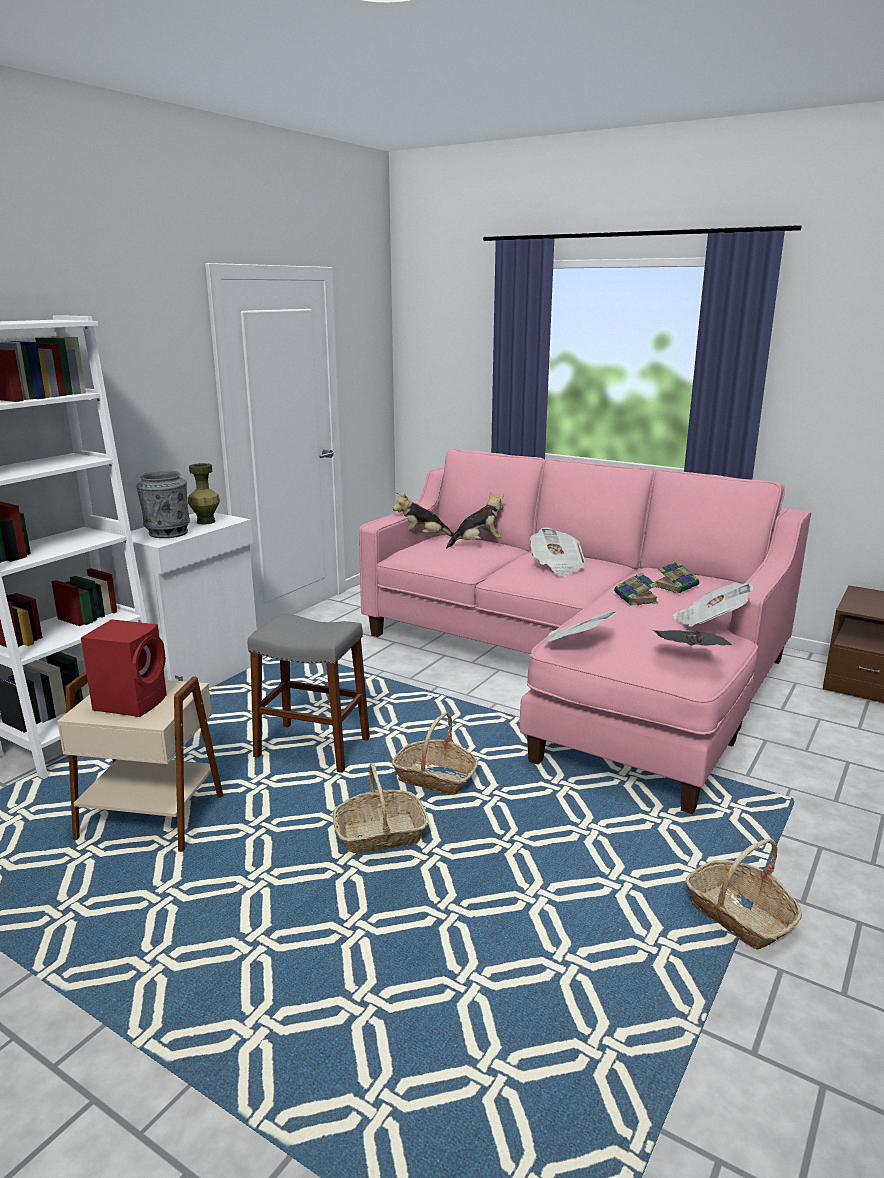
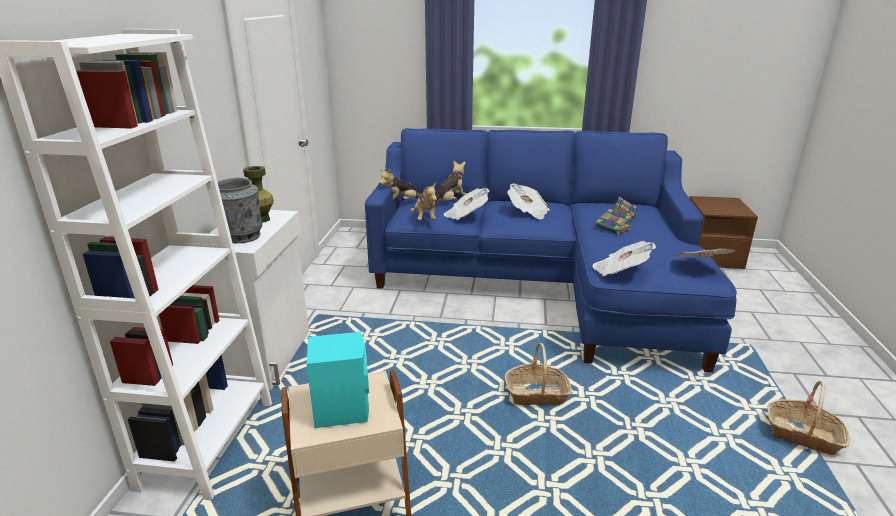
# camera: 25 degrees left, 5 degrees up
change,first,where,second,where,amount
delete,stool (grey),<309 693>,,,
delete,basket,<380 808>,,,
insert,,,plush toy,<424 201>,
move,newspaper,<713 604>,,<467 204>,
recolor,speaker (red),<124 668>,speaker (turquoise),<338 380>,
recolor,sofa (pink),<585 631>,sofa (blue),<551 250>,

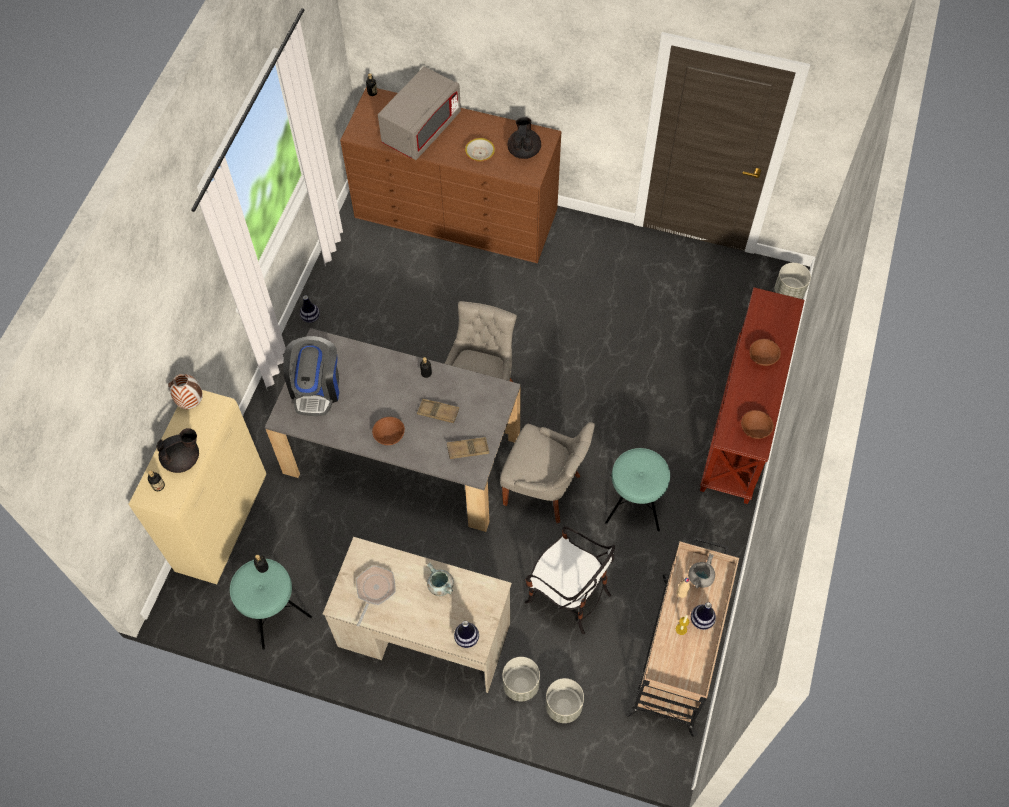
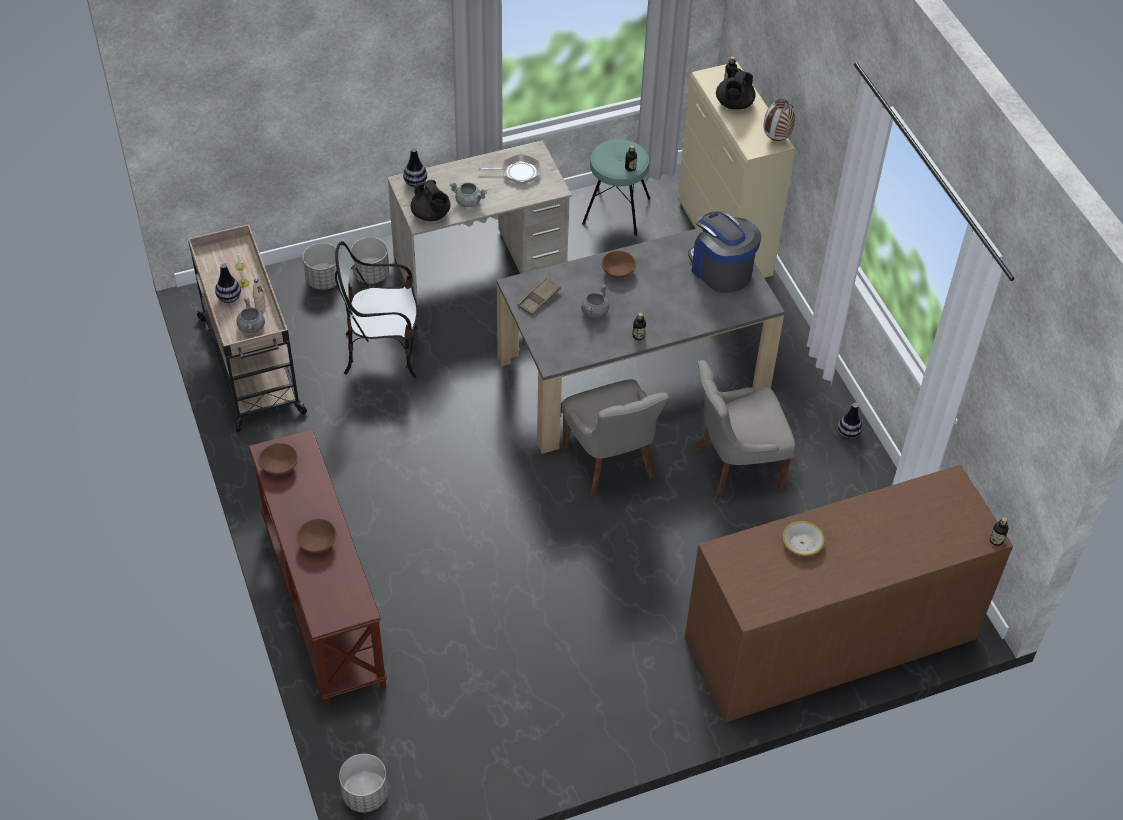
# camera: 140 degrees right, 10 degrees down
change,first,where,second,where,amount
delete,microwave (grey),<419 113>,,,
delete,stool (turquoise),<637 490>,,,
move,chair (grey),<547 472>,,<746 430>,
move,teapot (black),<524 138>,,<431 200>,
replace,tray (brown),<438 411>,cooking pot (grey),<595 301>,
rotate,frying pan,<376 595>,,<509 169>,75 degrees counterclockwise

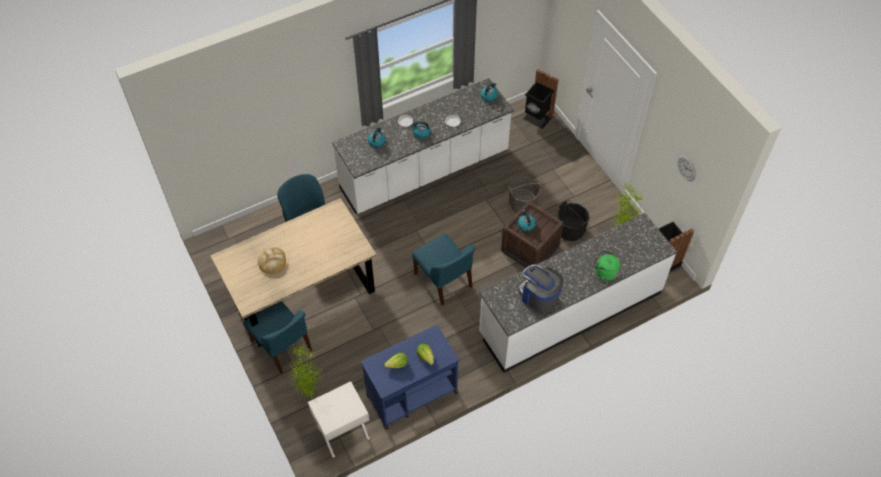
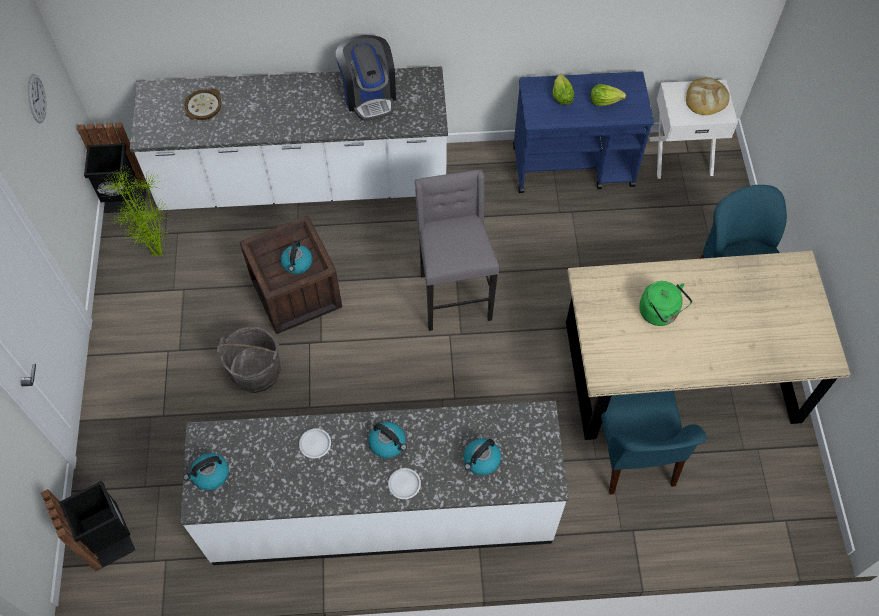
# camera: 155 degrees left, 5 degrees up
change,first,where,second,where,amount
delete,potted plant,<305 370>,,,
delete,bucket (black),<573 221>,,,
insert,,,bowl,<202 104>,
move,bread,<272 260>,,<708 96>,
move,kettle (green),<606 265>,,<665 303>,
replace,chair (blue),<444 269>,stool (grey),<457 250>,

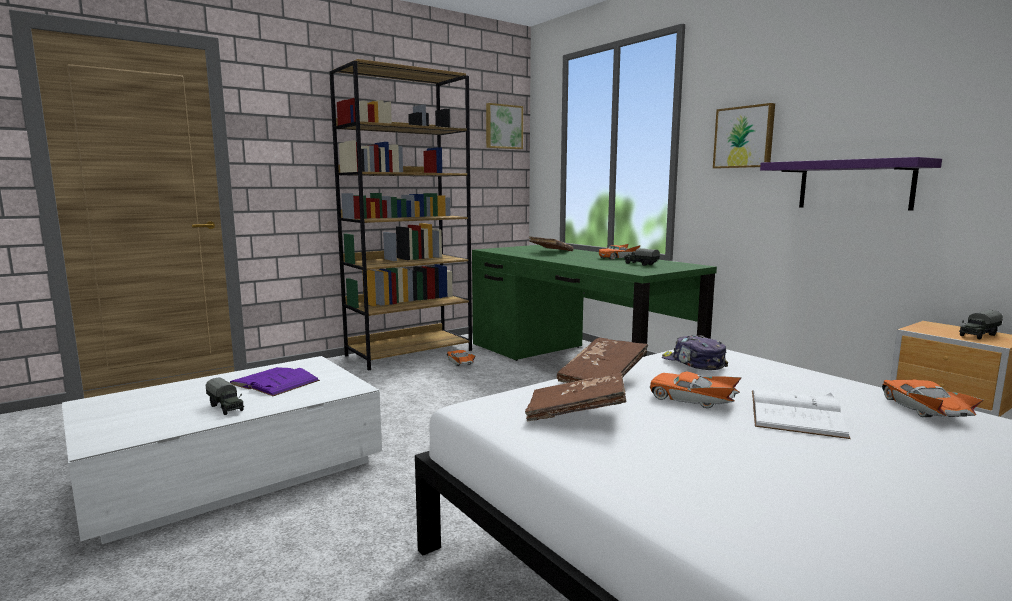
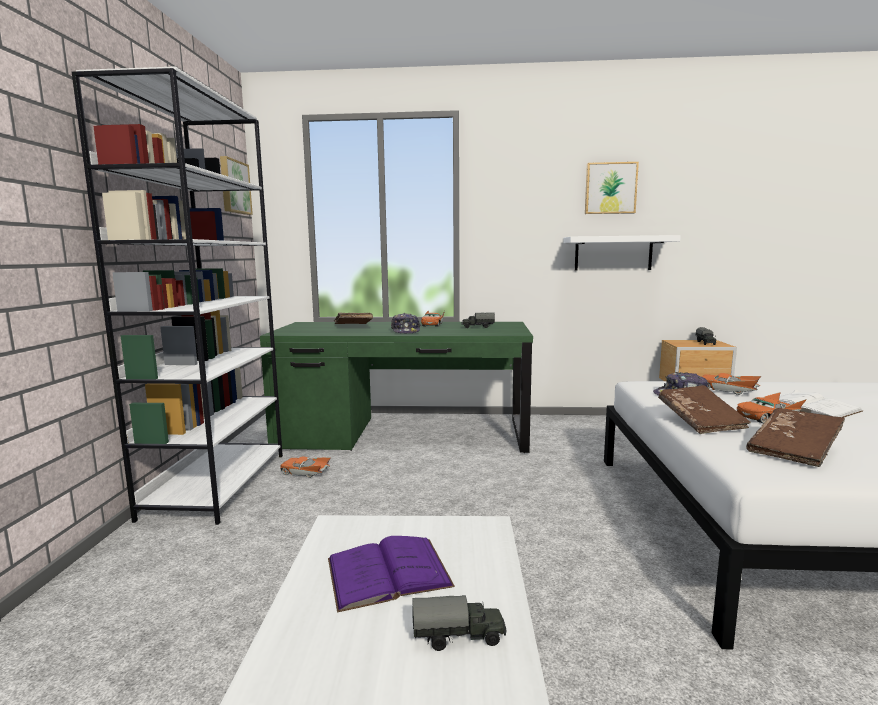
# camera: 50 degrees left, 0 degrees up
change,first,where,second,where,amount
insert,,,cap,<406 323>,
move,picture,<744 135>,,<612 188>,
move,toy car (orange),<932 398>,,<731 384>,
recolor,bookcase (brown),<400 215>,bookcase (white),<177 295>,
recolor,shelf (purple),<851 184>,shelf (white),<622 253>,

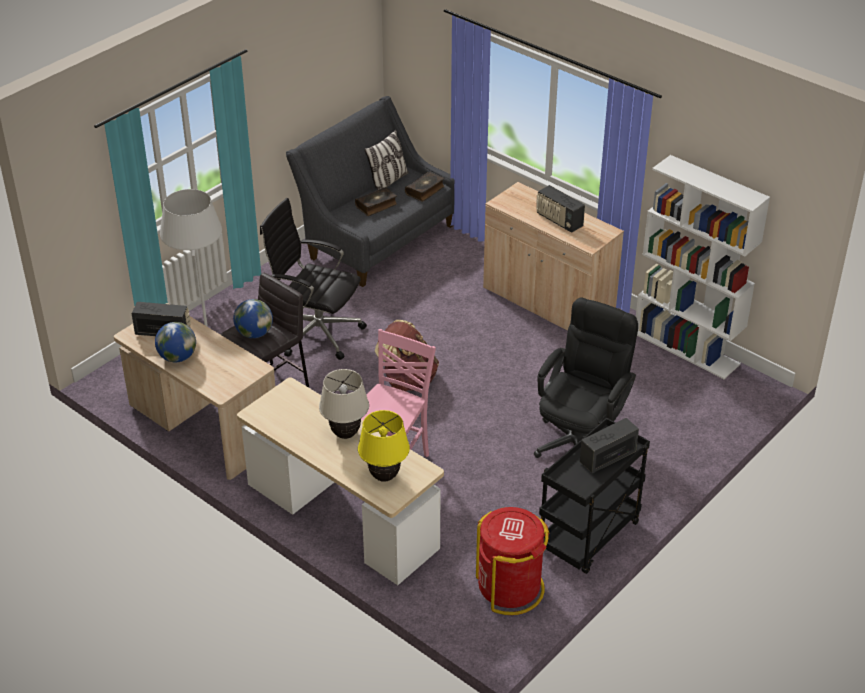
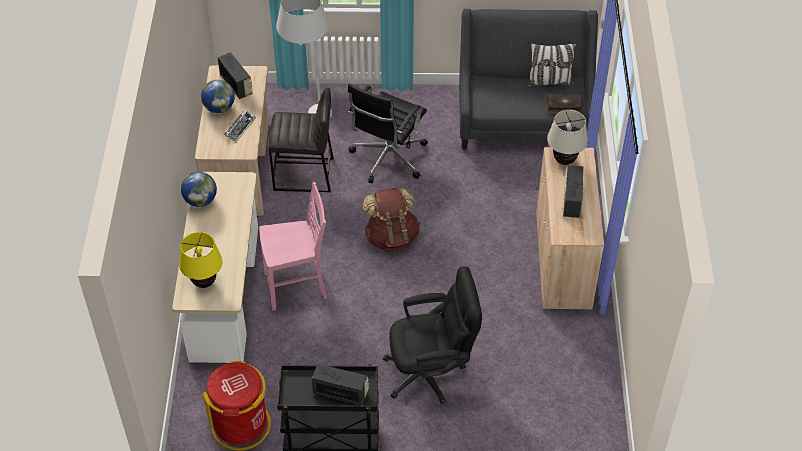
# camera: 50 degrees right, 10 degrees up
change,first,where,second,where,amount
delete,book,<376 201>,,,
delete,bookcase (white),<703 267>,,,
insert,,,keyboard,<240 125>,
move,globe,<253 318>,,<199 189>,
move,table lamp (beige),<344 404>,,<567 137>,
rotate,office chair (black),<313 279>,,<388 133>,135 degrees counterclockwise

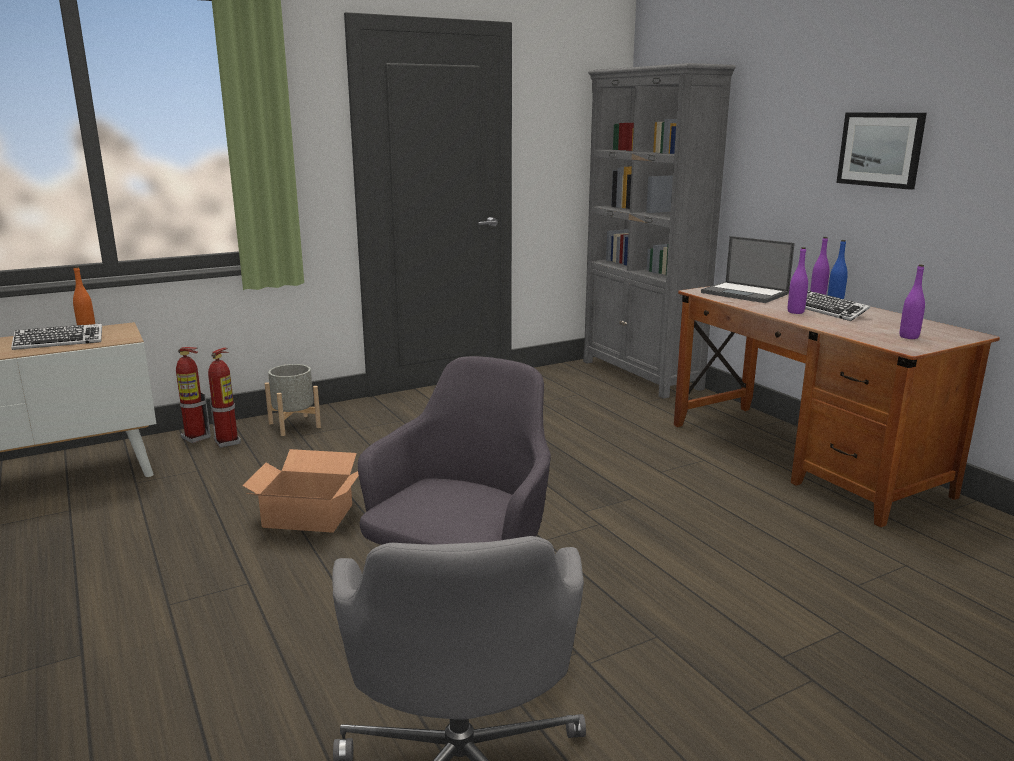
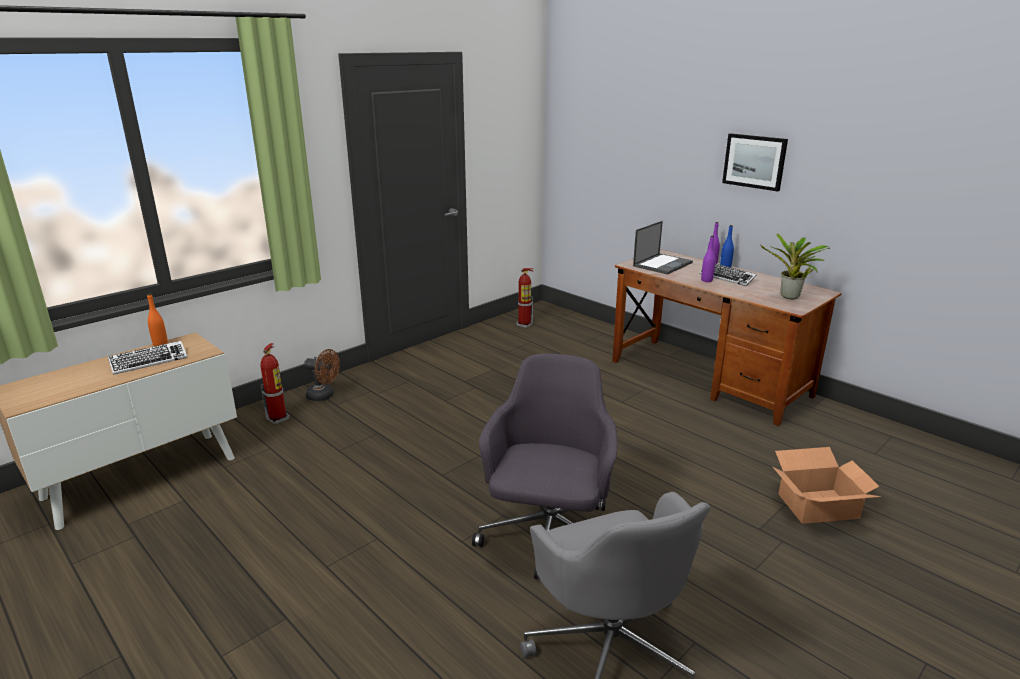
# camera: 15 degrees left, 5 degrees up
change,first,where,second,where,amount
delete,bookcase (grey),<659 231>,,,
move,fire extinguisher,<193 395>,,<525 298>,
move,cardboard box,<301 491>,,<827 485>,
replace,planter (grey),<293 400>,fan (brown),<322 375>,
replace,bottle (purple),<912 301>,potted plant,<795 266>,
rotate,laptop,<748 269>,,<663 248>,75 degrees counterclockwise

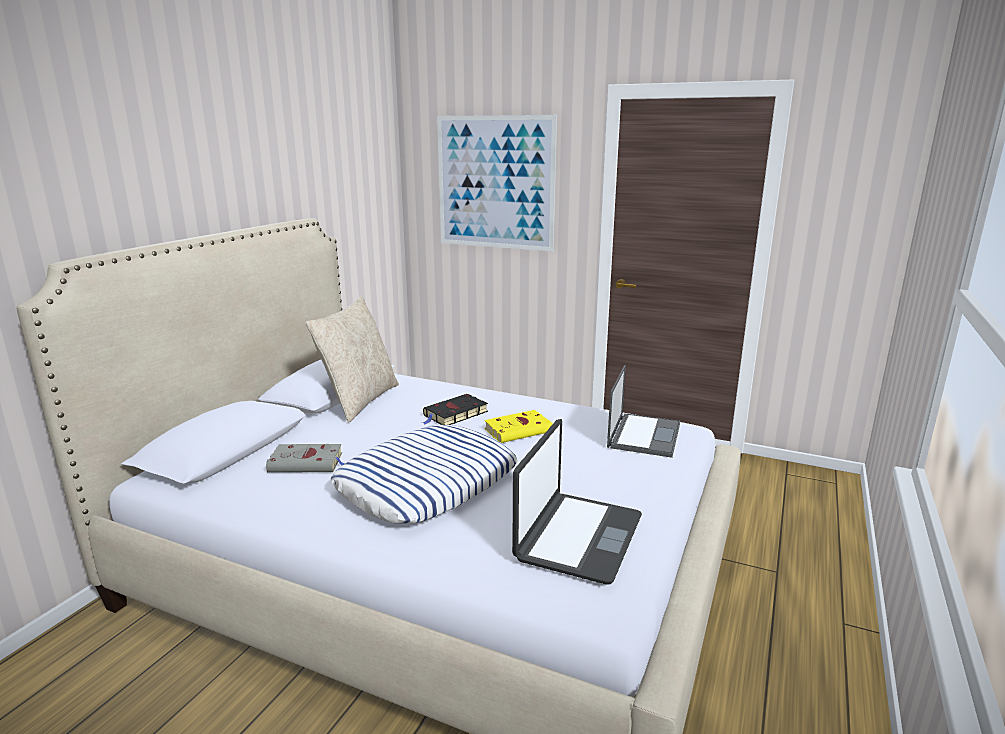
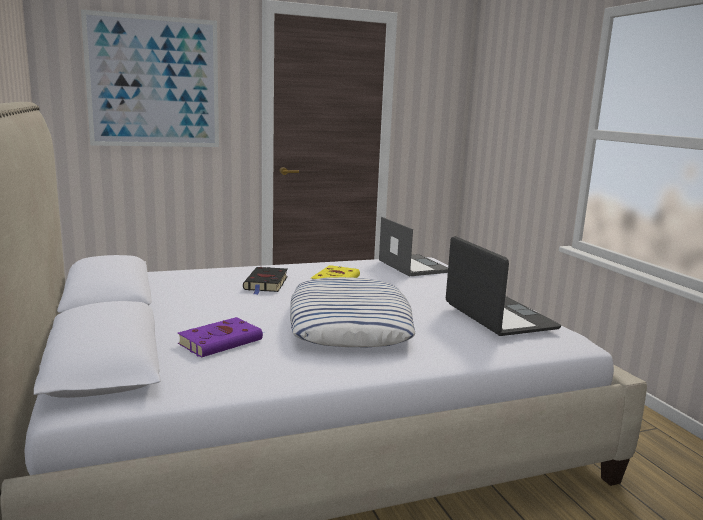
# camera: 45 degrees left, 5 degrees down
change,first,where,second,where,amount
delete,pillow (beige),<352 359>,,,
recolor,book (grey),<305 458>,book (purple),<220 337>,

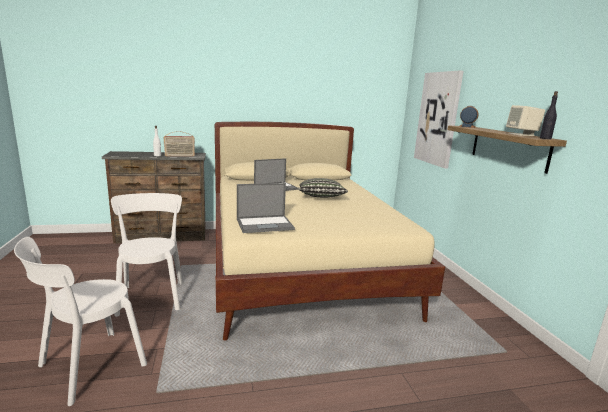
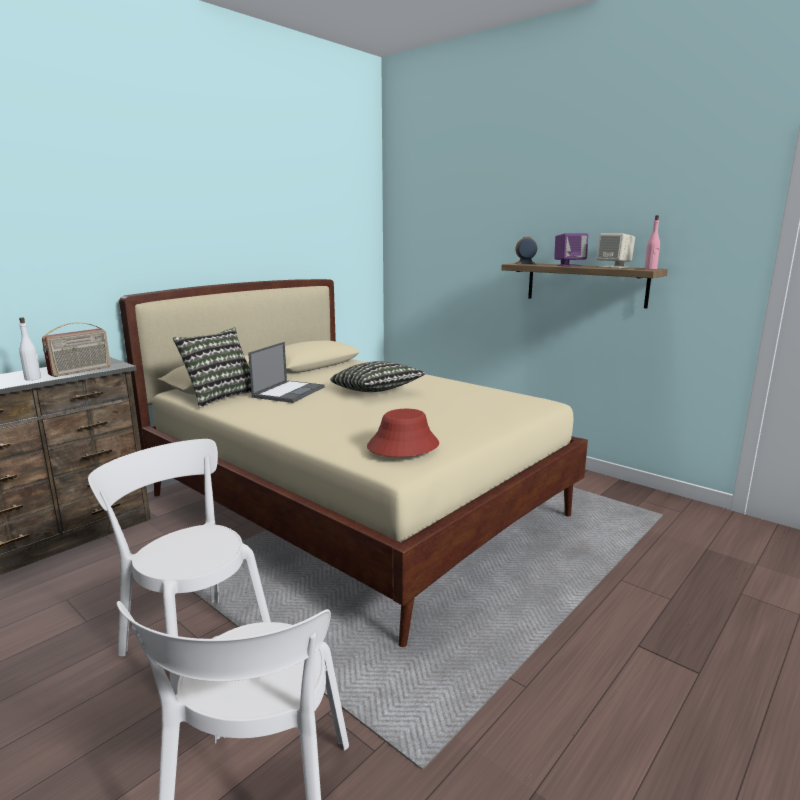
# camera: 35 degrees left, 0 degrees up
change,first,where,second,where,amount
delete,picture,<439 119>,,,
insert,,,pillow,<212 367>,
insert,,,speaker (purple),<571 249>,
replace,laptop,<266 208>,hat (red),<403 433>,
recolor,bottle (black),<549 115>,bottle (pink),<652 242>,

